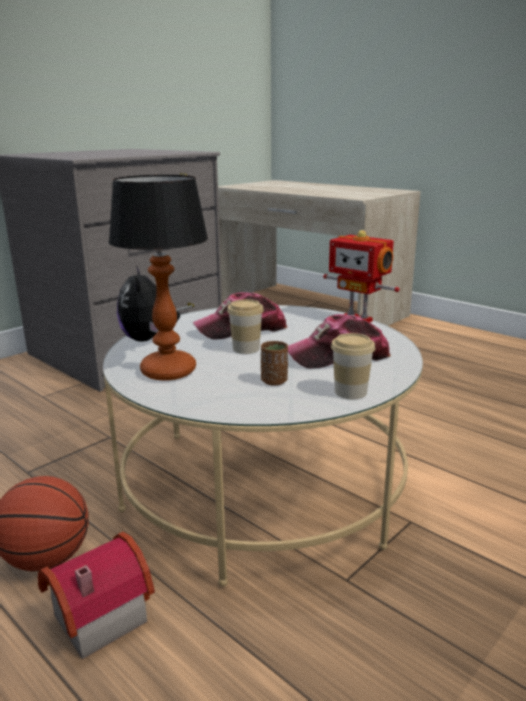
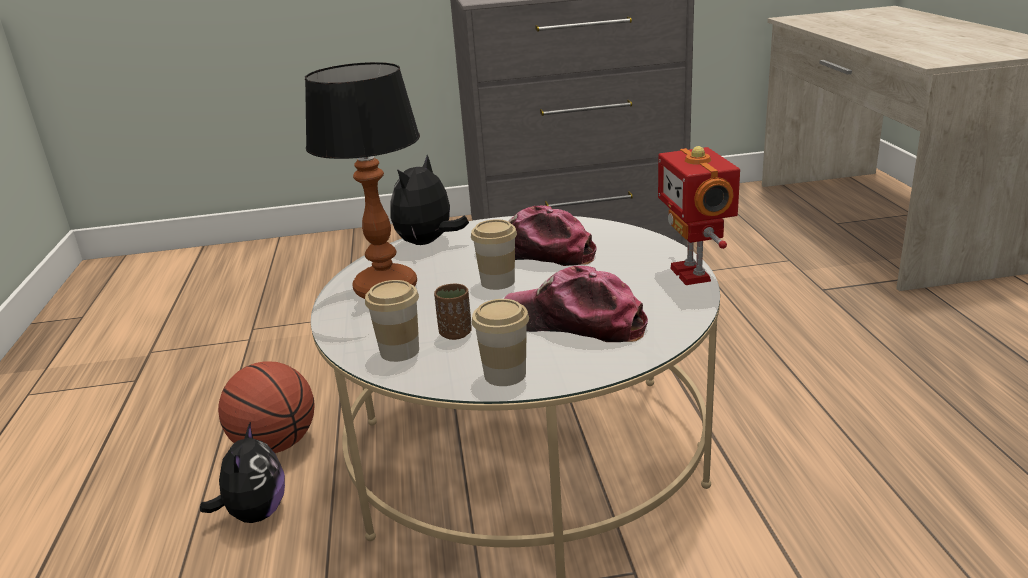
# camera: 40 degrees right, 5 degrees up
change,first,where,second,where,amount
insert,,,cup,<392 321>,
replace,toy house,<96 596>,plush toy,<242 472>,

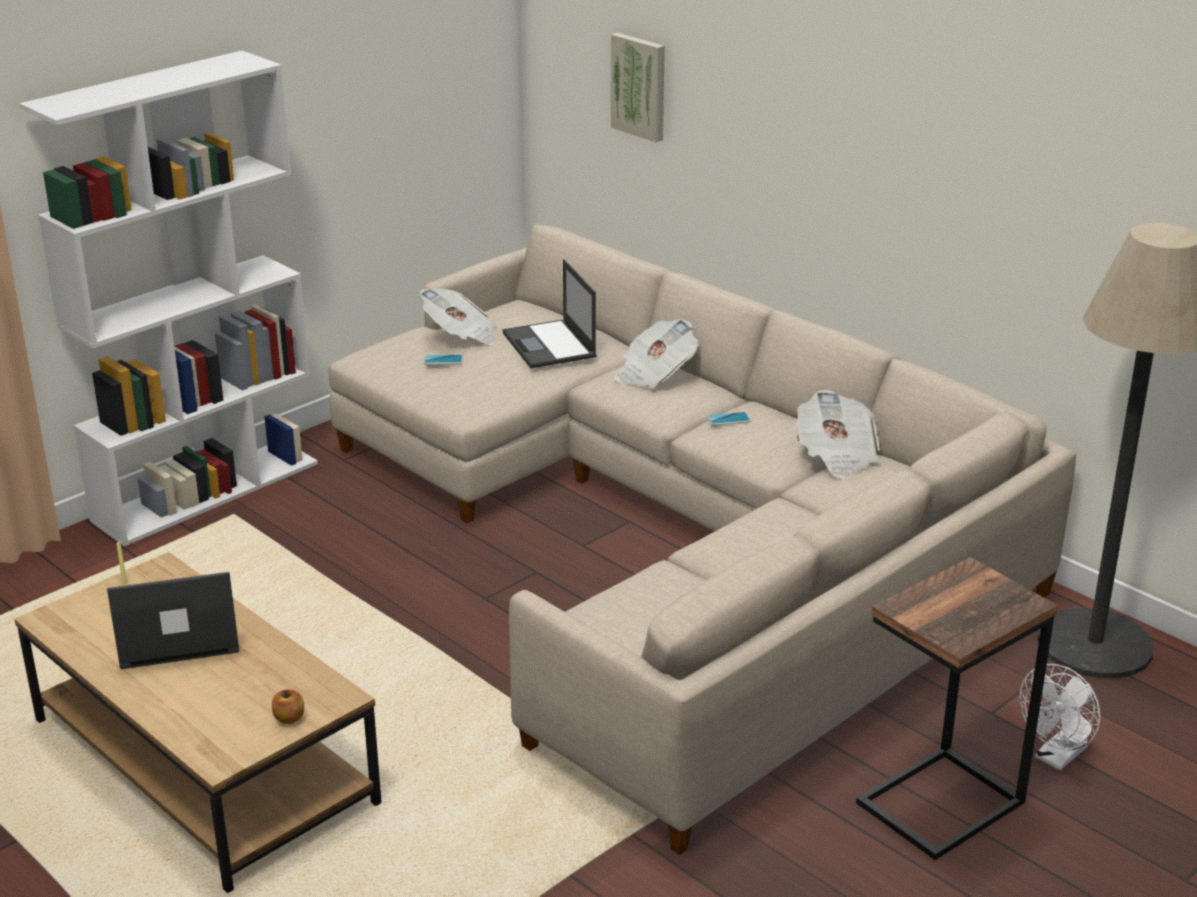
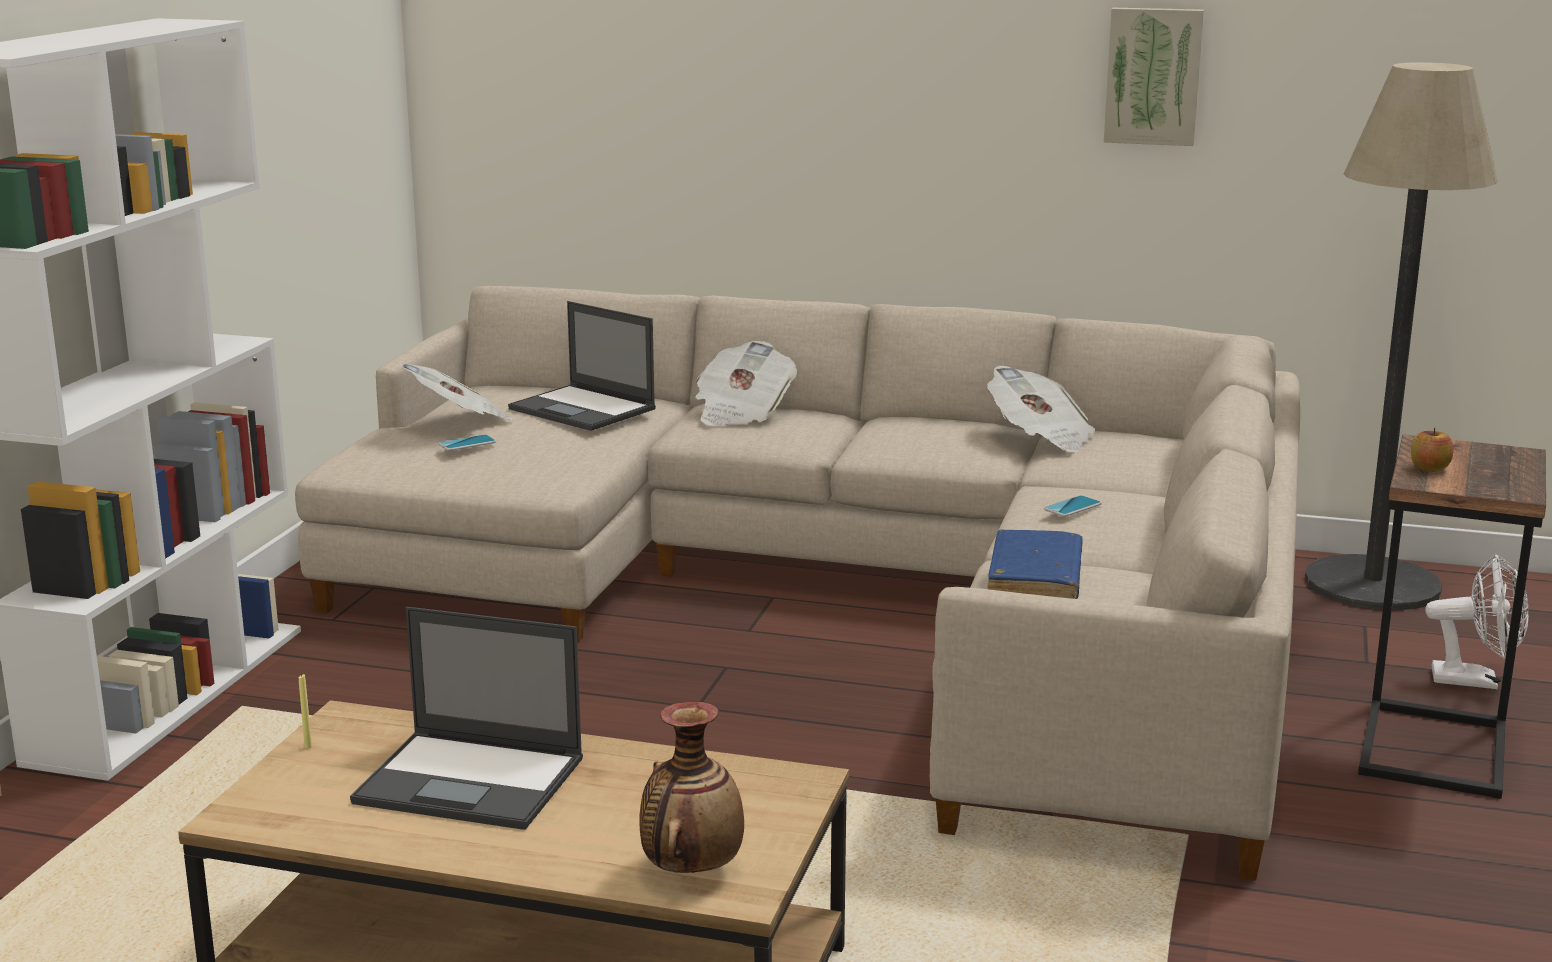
# camera: 30 degrees left, 10 degrees down
change,first,where,second,where,amount
insert,,,vase,<691 787>,
insert,,,book (blue),<1034 564>,
move,apple,<288 706>,,<1432 450>,
move,picture,<638 87>,,<1154 77>,
move,phone,<728 418>,,<1073 506>,
rotate,laptop,<173 620>,,<466 718>,120 degrees counterclockwise
rotate,fan (white),<1060 717>,,<1477 621>,90 degrees counterclockwise

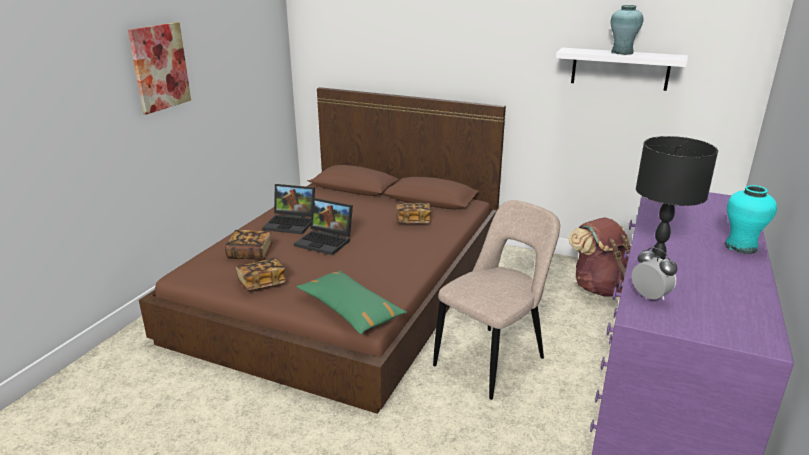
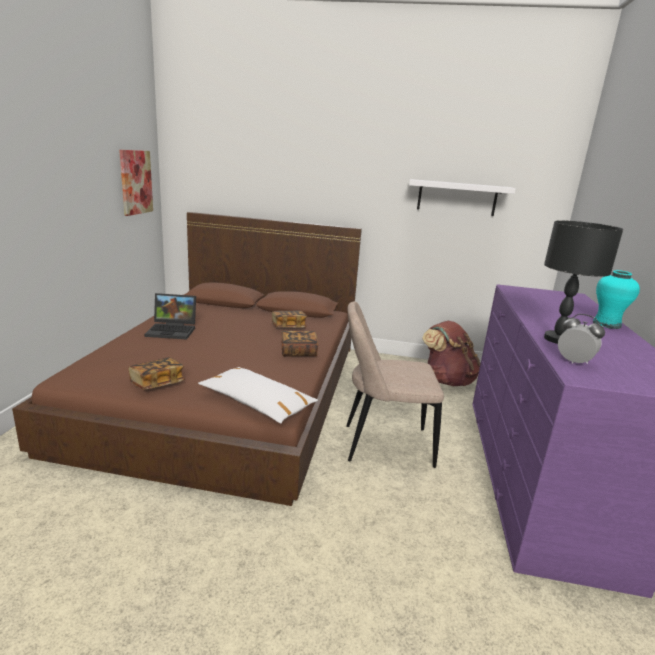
# camera: 15 degrees left, 5 degrees down
change,first,where,second,where,amount
delete,laptop,<323 226>,,,
delete,vase (turquoise),<626 30>,,,
move,picture,<159 68>,,<136 183>,
move,book,<249 245>,,<299 344>,
recolor,pillow (green),<351 302>,pillow (white),<258 395>,
rotate,chair (beige),<496 300>,,<395 384>,120 degrees counterclockwise

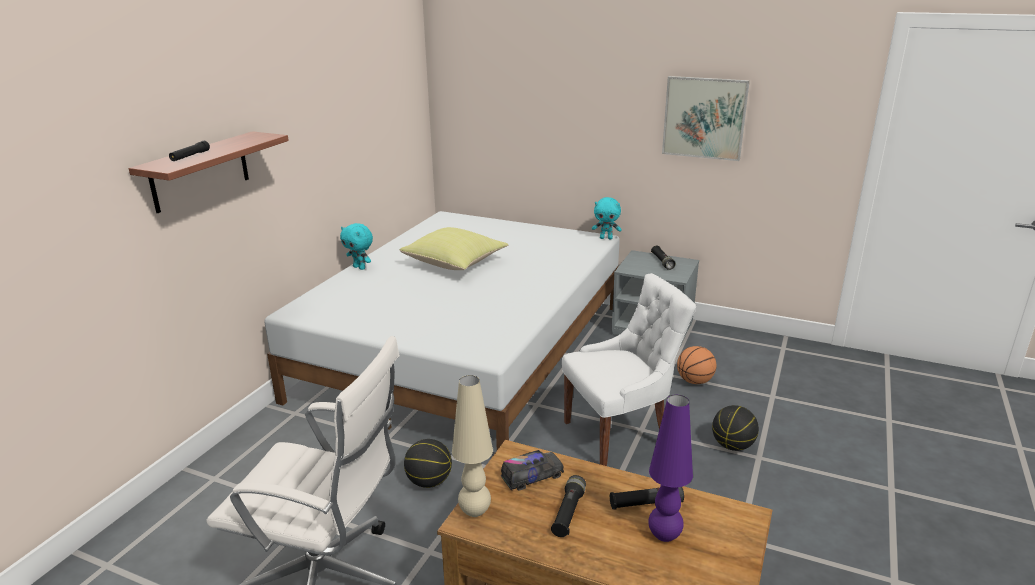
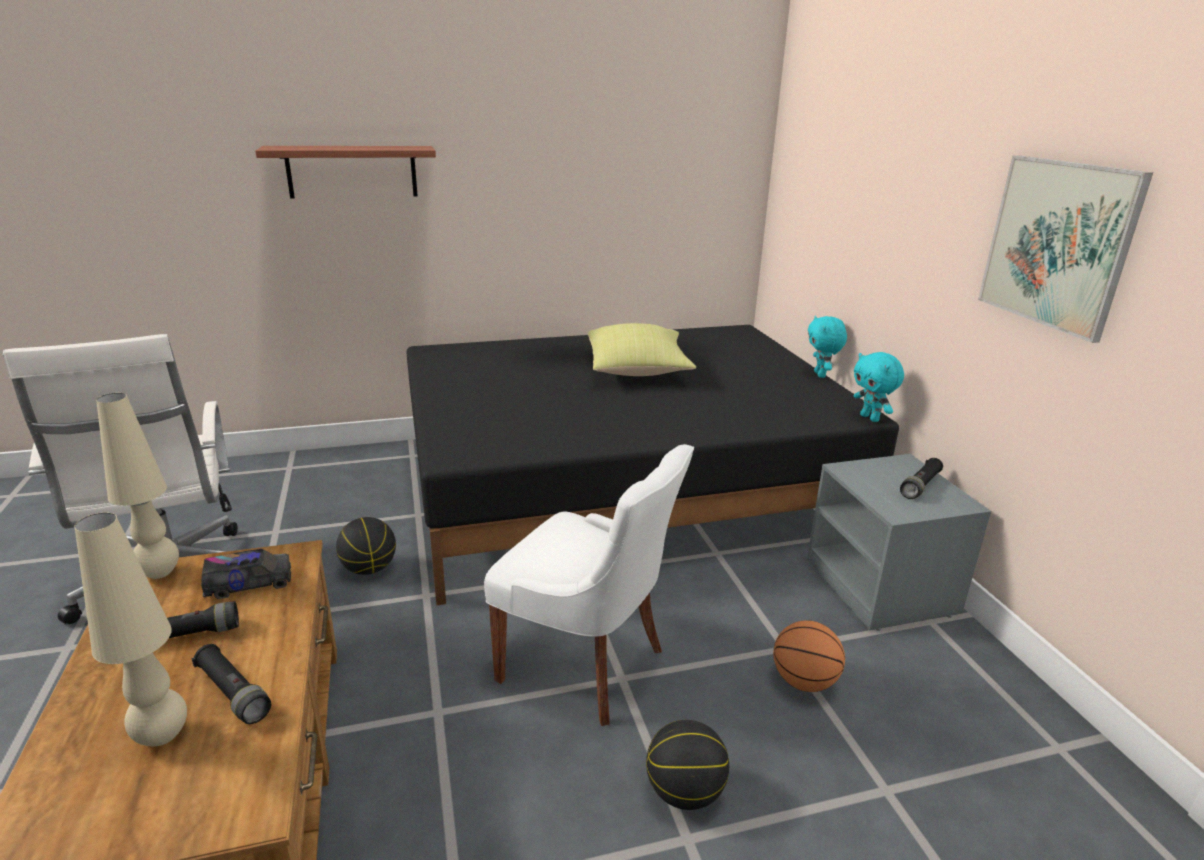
# camera: 50 degrees right, 0 degrees up
change,first,where,second,where,amount
delete,flashlight (black),<189 151>,,,
move,plush toy (turquoise),<356 246>,,<827 347>,
recolor,bed (white),<442 330>,bed (black),<652 465>,
recolor,table lamp (purple),<670 468>,table lamp (beige),<130 629>,
rotate,toy truck,<532 470>,,<246 574>,45 degrees counterclockwise

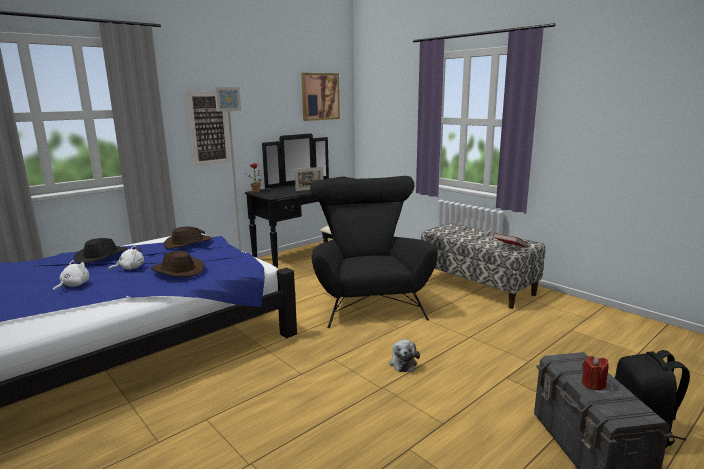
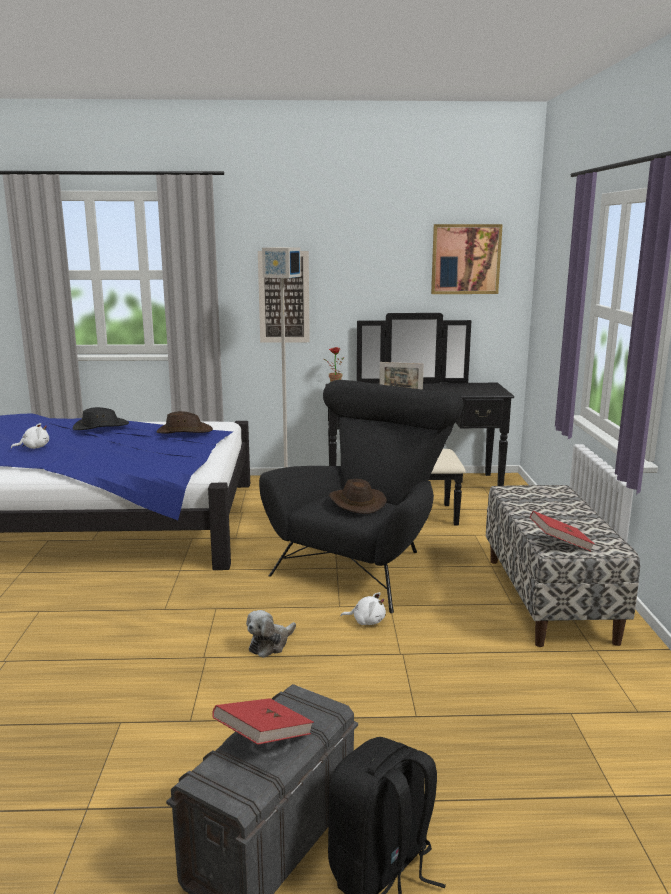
# camera: 40 degrees right, 0 degrees up
change,first,where,second,where,amount
move,plush toy (white),<126 258>,,<363 608>,
move,hat (brown),<178 264>,,<358 496>,
replace,candle (red),<595 373>,book (red),<263 721>,

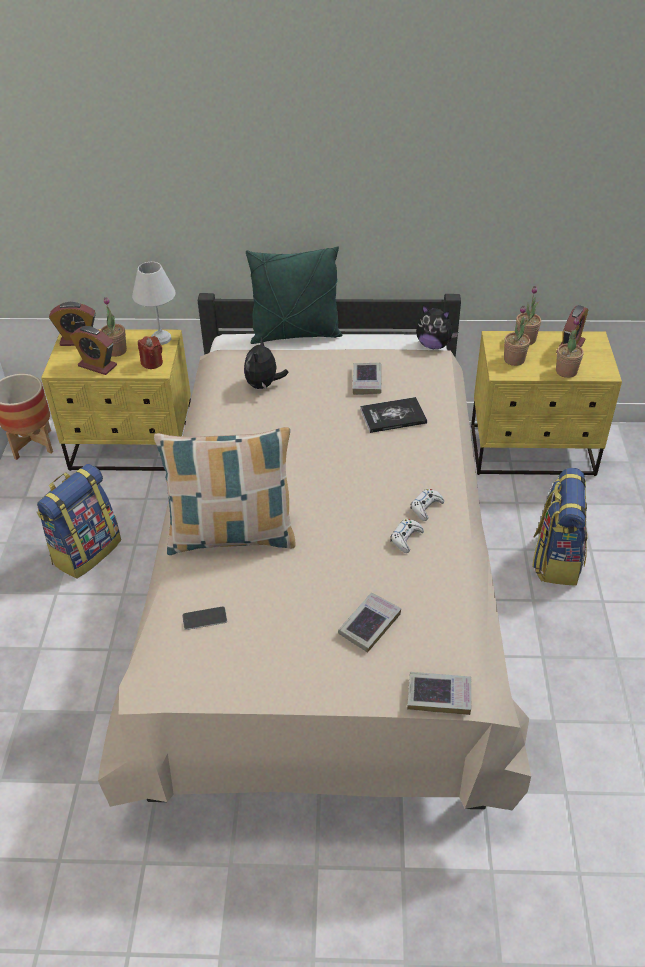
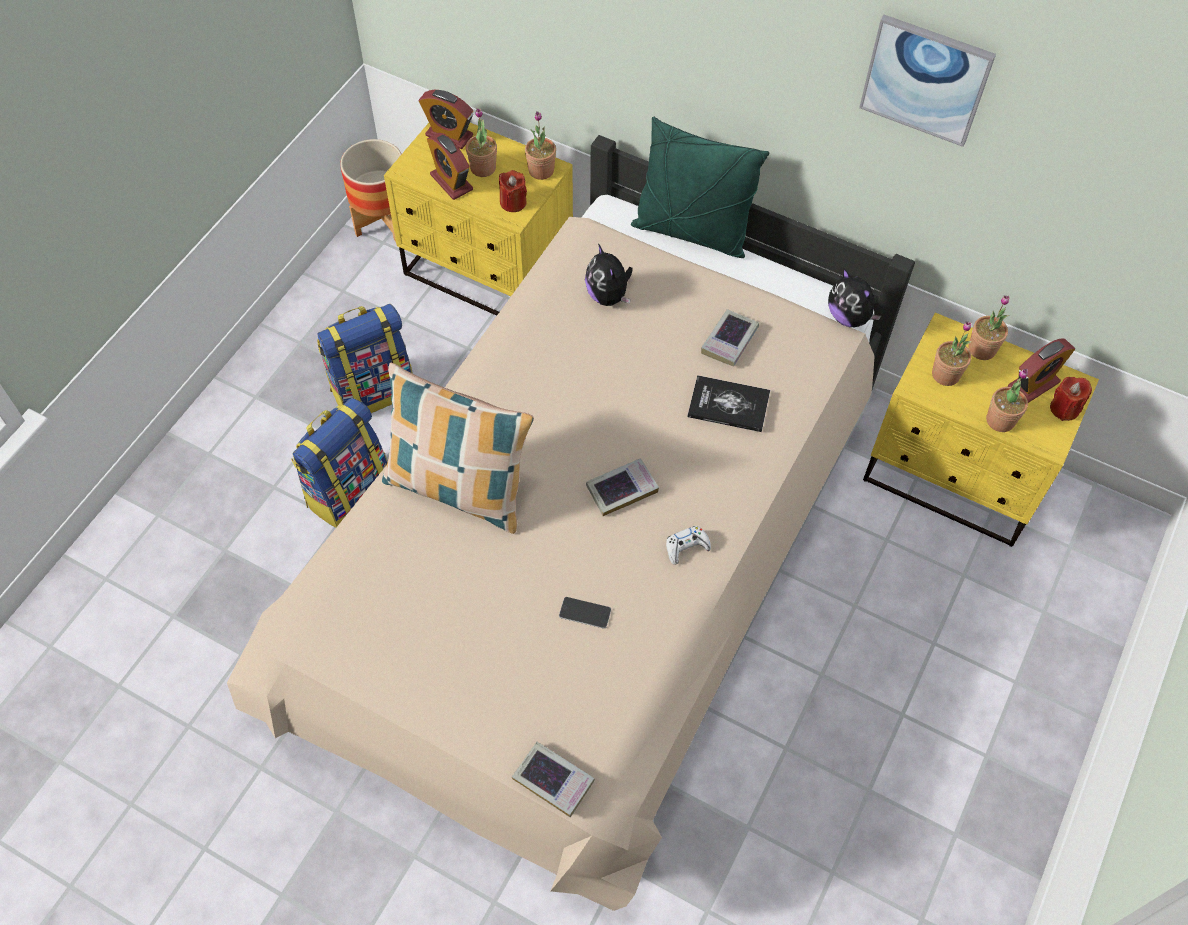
# camera: 25 degrees right, 15 degrees up
change,first,where,second,where,amount
delete,game controller (white),<407 536>,,,
insert,,,picture,<927 81>,
insert,,,candle (red),<1071 399>,
move,phone,<204 618>,,<585 613>,
move,book,<369 623>,,<622 487>,
move,backpack,<559 527>,,<339 463>,
replace,table lamp (white),<154 303>,potted plant,<540 145>,
rotate,plush toy,<266 363>,,<609 275>,60 degrees counterclockwise

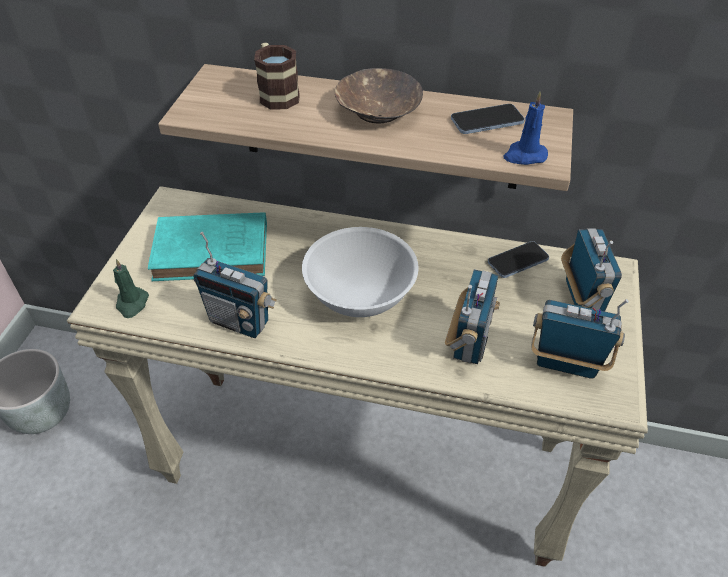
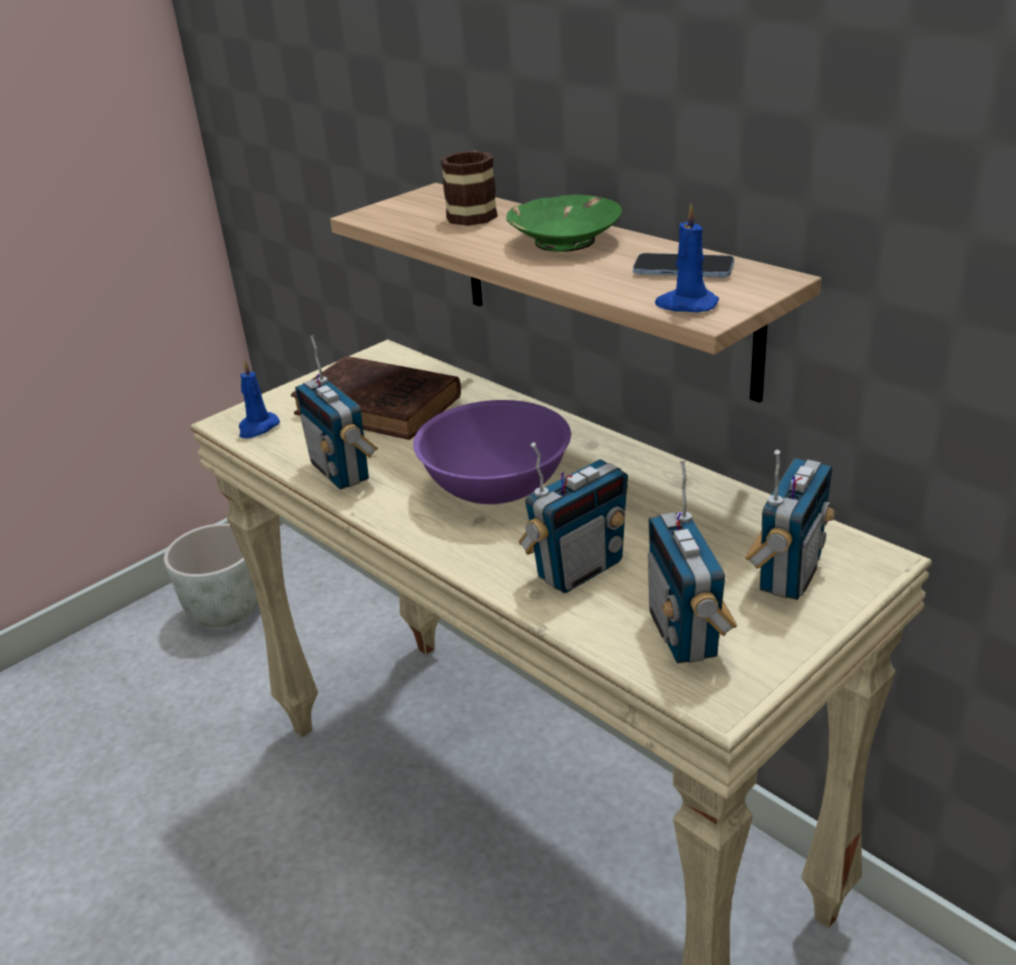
# camera: 35 degrees right, 15 degrees down
change,first,where,second,where,amount
delete,phone,<518 259>,,,
recolor,candle (green),<131 288>,candle (blue),<259 399>,
recolor,book (turquoise),<207 246>,book (brown),<376 398>,
recolor,bowl (white),<360 272>,bowl (purple),<492 452>,
recolor,bowl (brown),<379 95>,bowl (green),<564 223>,
rotate,radio,<580 339>,,<692 562>,150 degrees counterclockwise

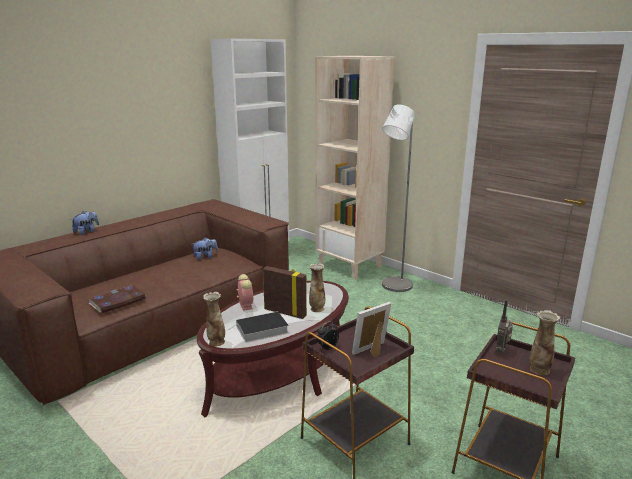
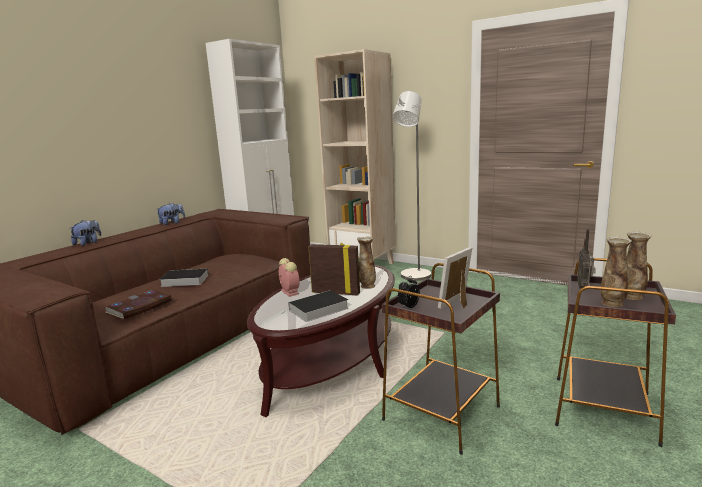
# camera: 10 degrees left, 5 degrees down
change,first,where,second,where,amount
insert,,,book,<184 277>,
move,plush toy,<204 248>,,<171 214>,
move,vase,<214 319>,,<616 271>,

